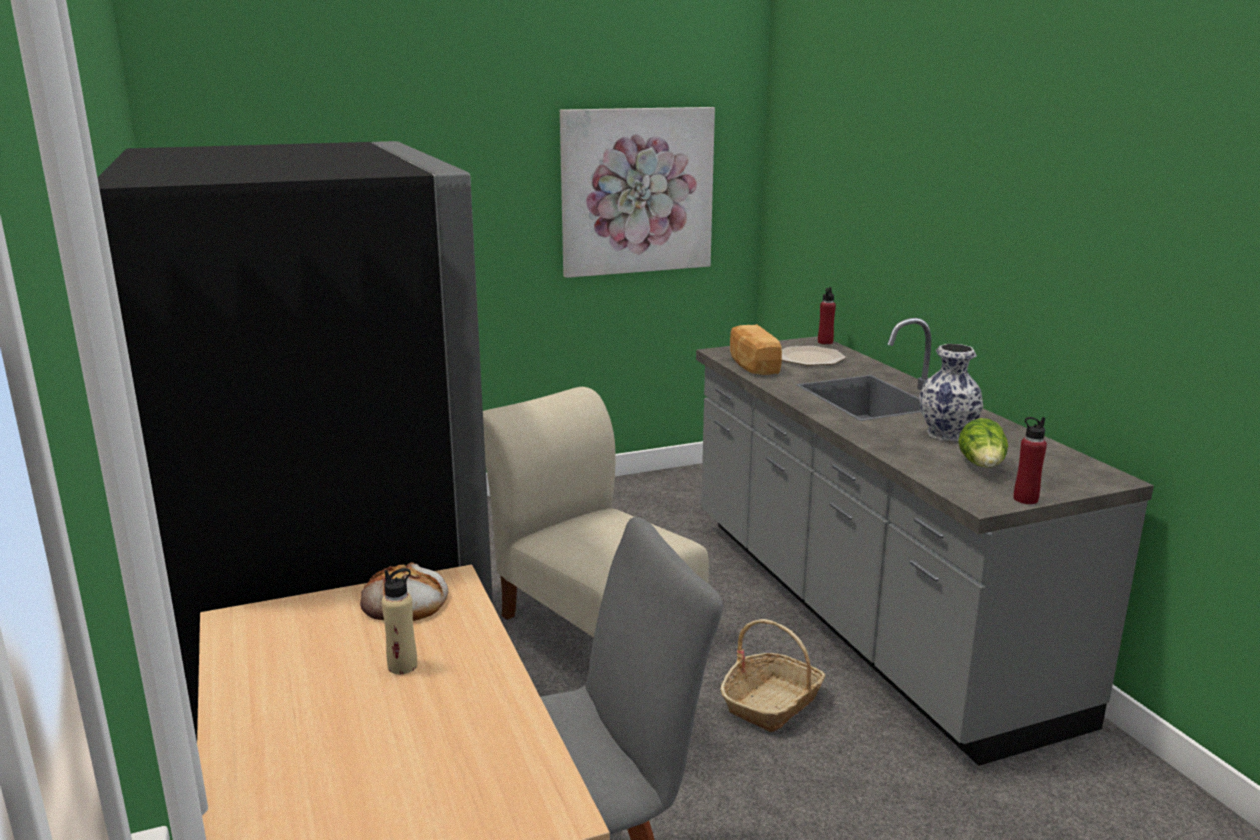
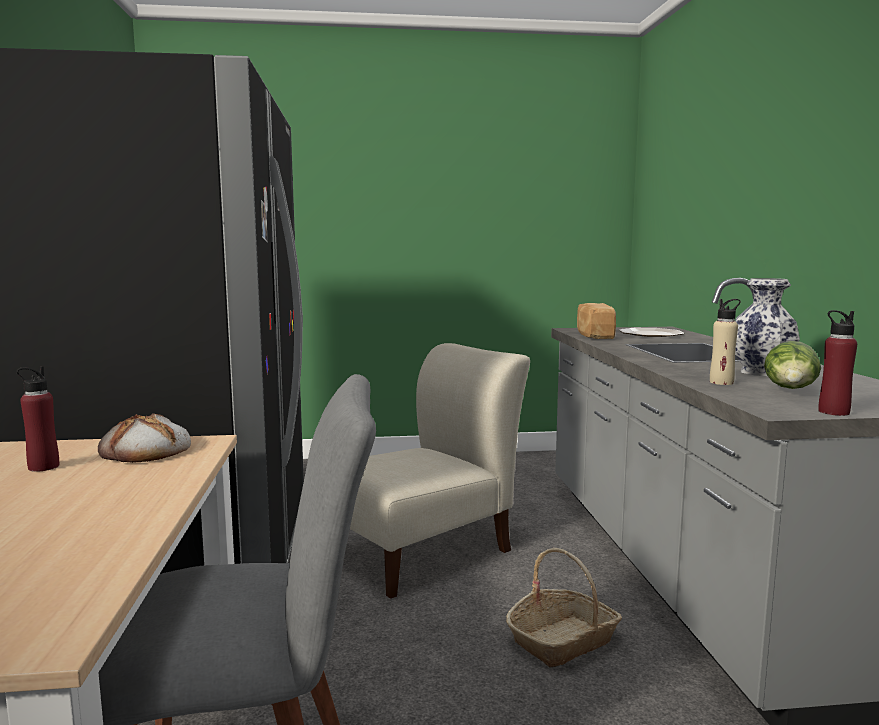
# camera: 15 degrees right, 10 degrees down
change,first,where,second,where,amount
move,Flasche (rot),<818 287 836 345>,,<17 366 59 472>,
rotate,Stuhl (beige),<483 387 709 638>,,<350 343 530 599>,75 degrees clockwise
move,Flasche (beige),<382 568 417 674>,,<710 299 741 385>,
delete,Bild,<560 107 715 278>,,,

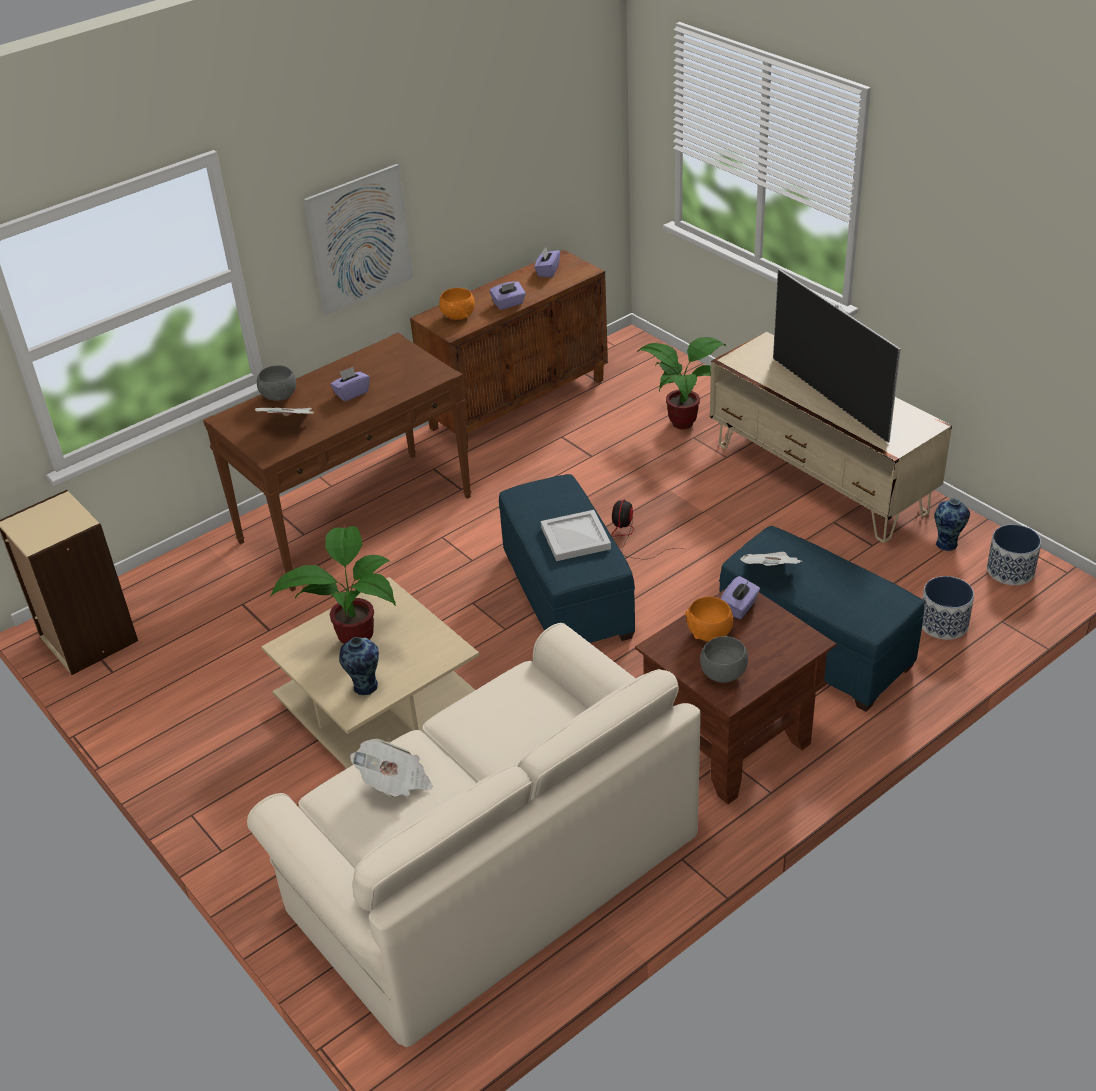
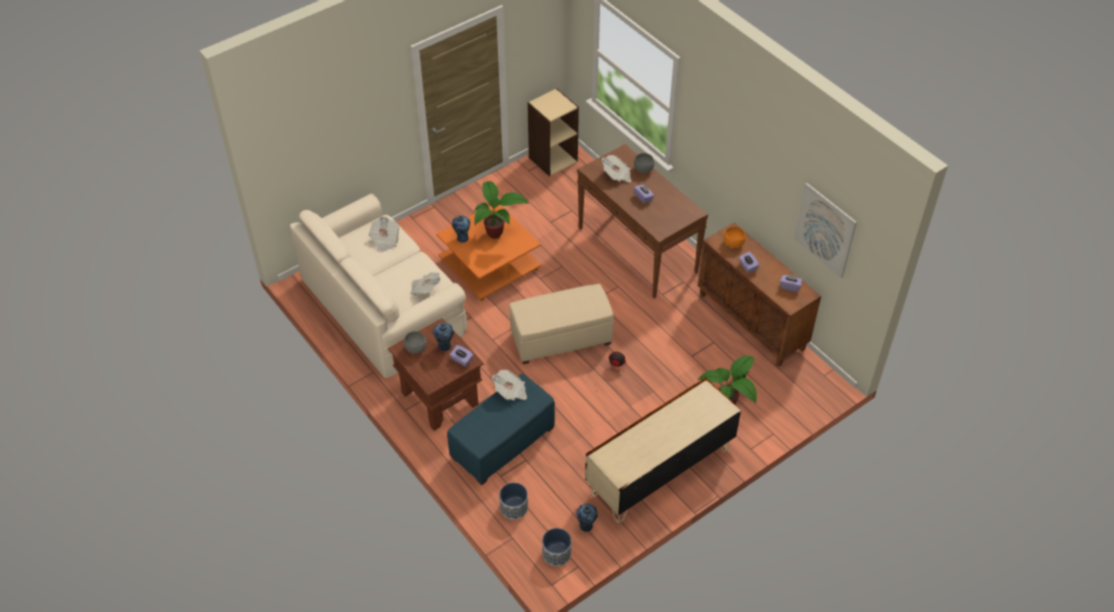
# camera: 90 degrees right, 10 degrees up
change,first,where,second,where,amount
insert,,,Zeitung,<411 272 441 295>,
replace,Schüssel (orange),<685 597 733 642>,Vase,<433 323 454 351>,
recolor,Couchtisch (beige),<261 577 479 769>,Couchtisch (orange),<436 205 541 301>,
recolor,Polsterhocker (blau),<499 474 635 643>,Polsterhocker (beige),<509 284 614 364>,
move,Bild,<304 164 413 315>,,<794 183 857 278>,
delete,Tablett (weiß),<541 510 611 561>,,,
delete,Fernseher,<773 269 901 443>,,,

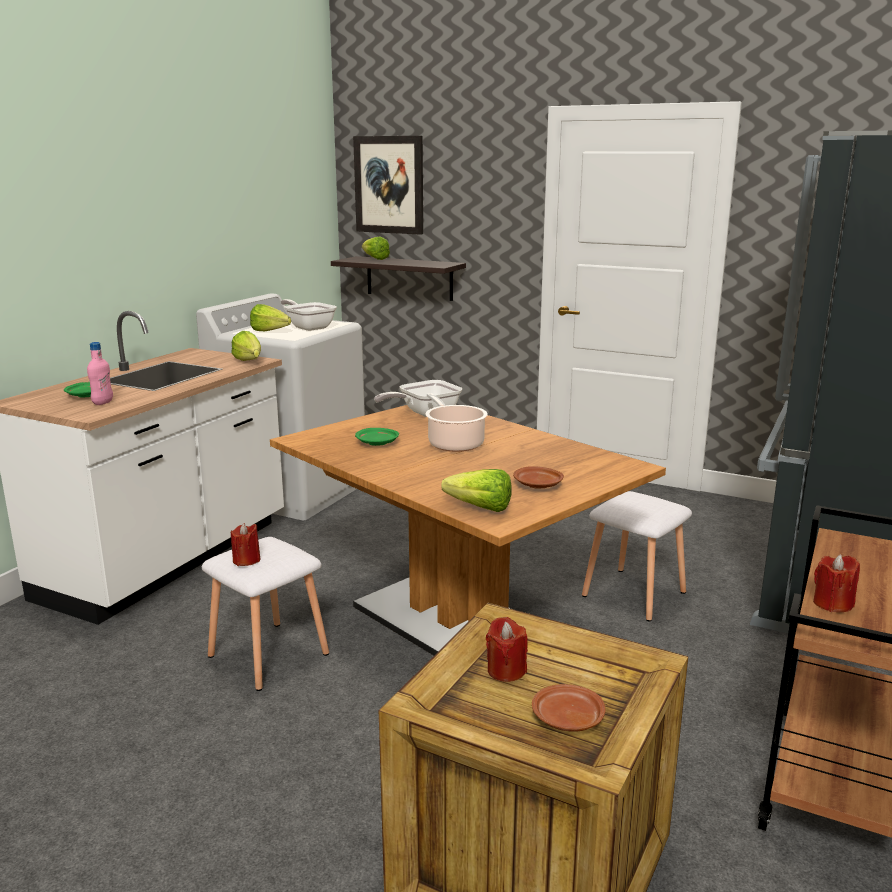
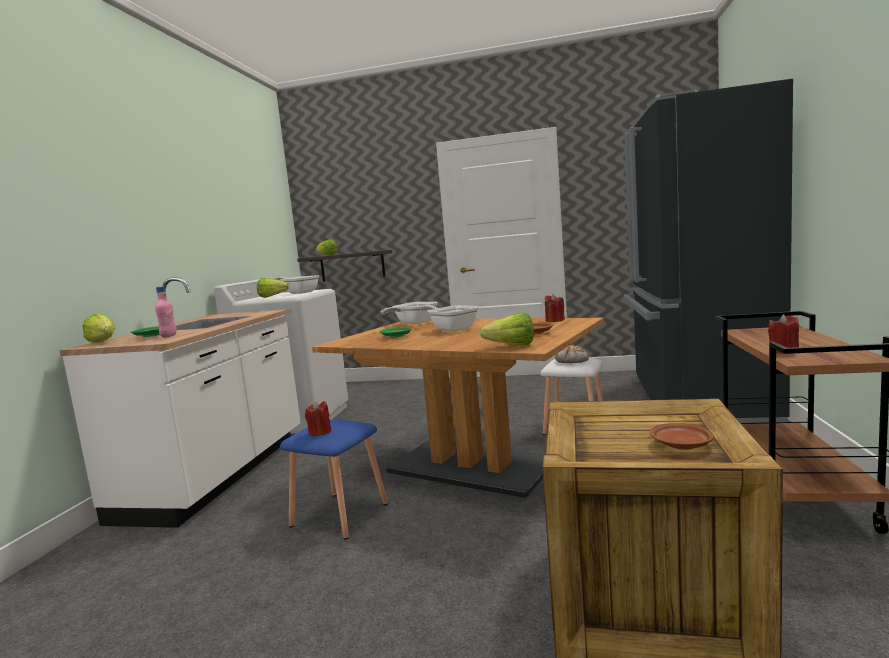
# camera: 15 degrees left, 10 degrees down
change,first,where,second,where,amount
move,Salatkopf,<231 331 261 361>,,<83 314 115 342>,
recolor,Hocker (weiß),<202 537 329 691>,Hocker (blau),<280 420 388 540>,
replace,Kochtopf,<425 393 488 452>,Pfanne,<420 305 479 332>,
move,Kerze (rot),<486 617 528 682>,,<545 294 565 322>,
insert,,,Brot,<555 345 589 363>,
delete,Bild,<353 136 423 235>,,,

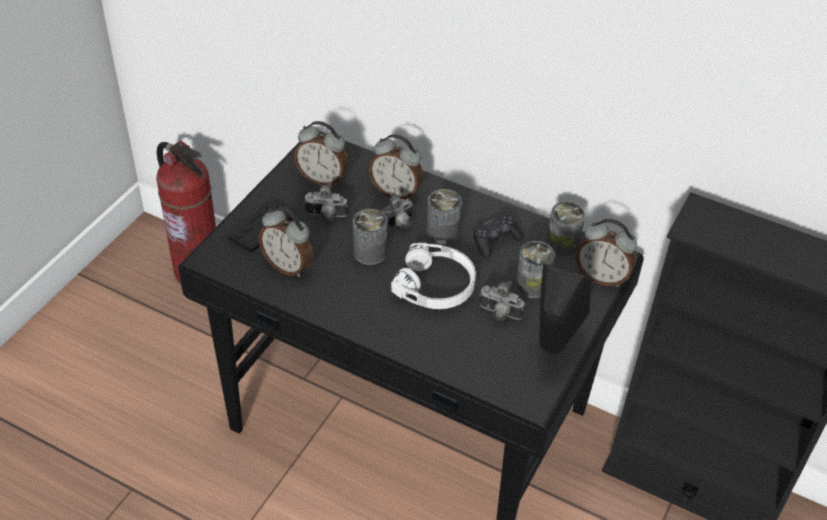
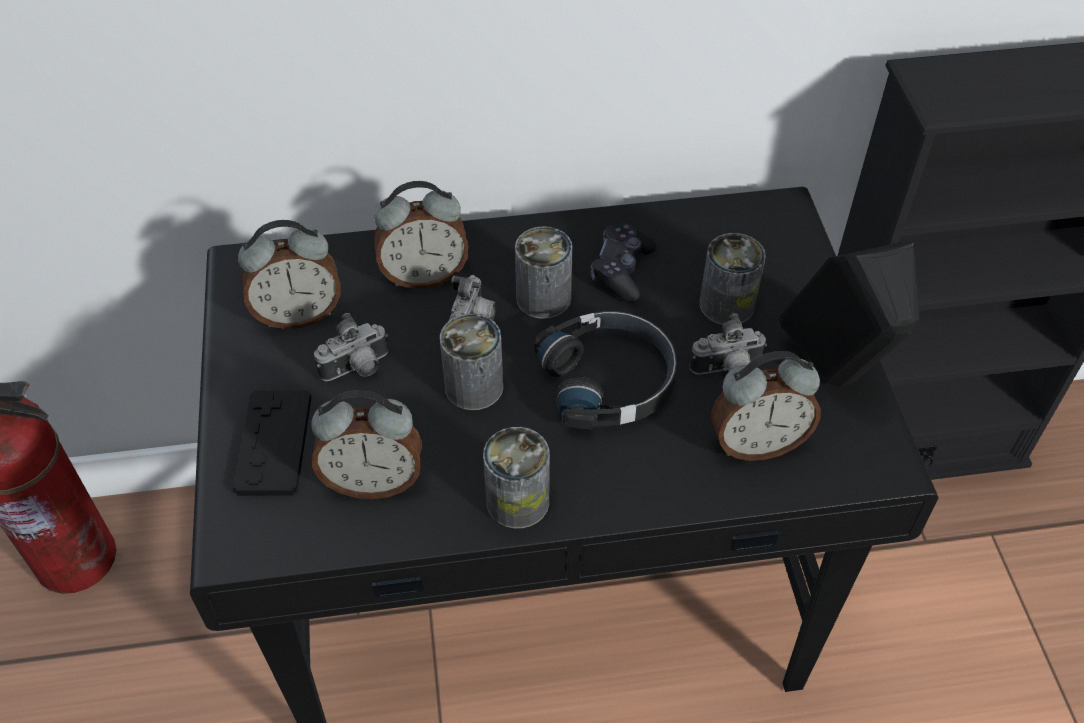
# camera: 35 degrees left, 5 degrees up
change,first,where,second,where,amount
move,Dose,<546 201 585 257>,,<483 427 550 529>,
recolor,Kopfhörer (weiß),<391 243 476 309>,Kopfhörer (schwarz),<535 311 677 429>,
move,Wecker,<576 219 637 287>,,<711 351 821 461>,

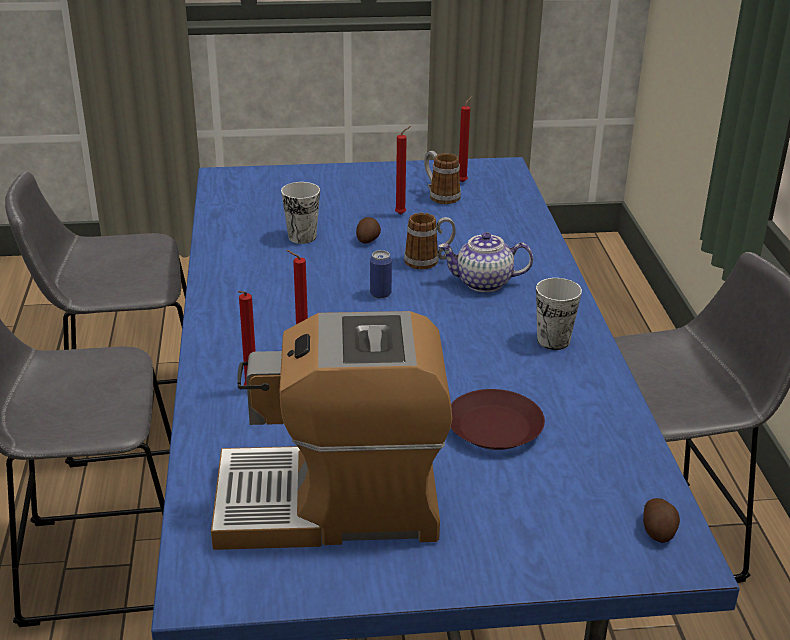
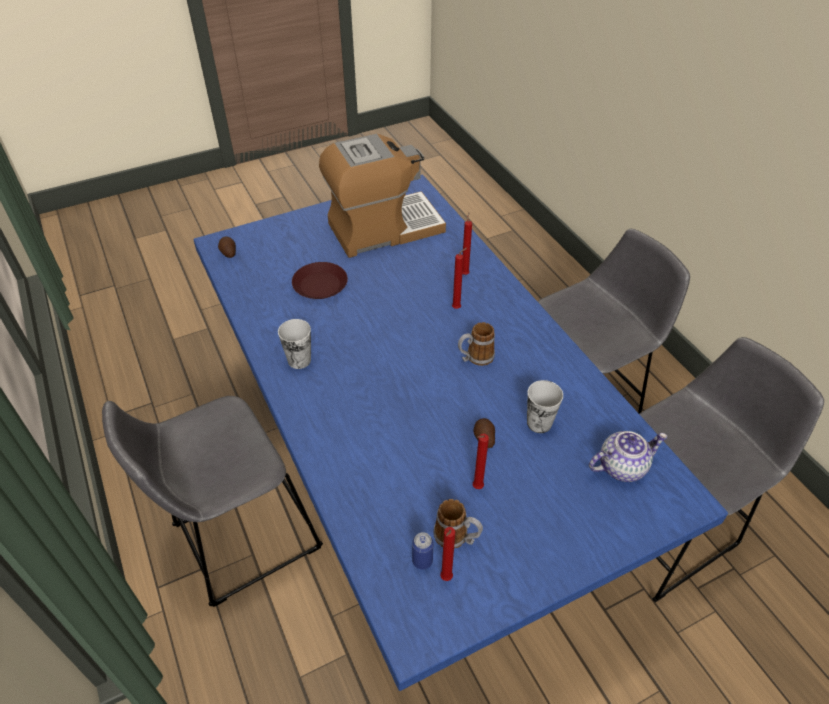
# camera: 160 degrees right, 15 degrees up
change,first,where,second,where,amount
move,Dose,<370 250 392 299>,,<412 532 434 570>,
move,Henkelbecher,<404 213 456 270>,,<458 322 495 366>,
move,Teekanne,<438 232 533 292>,,<589 431 668 482>,

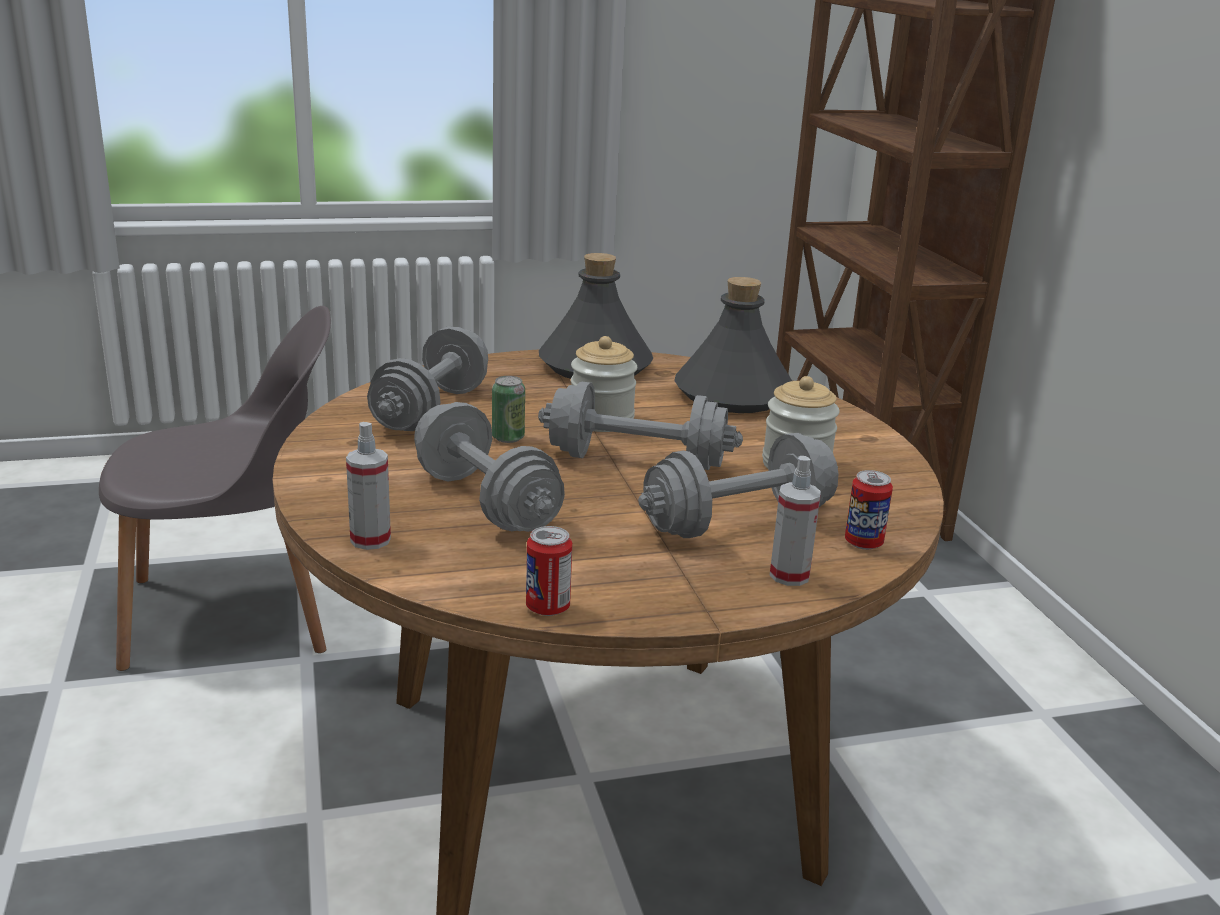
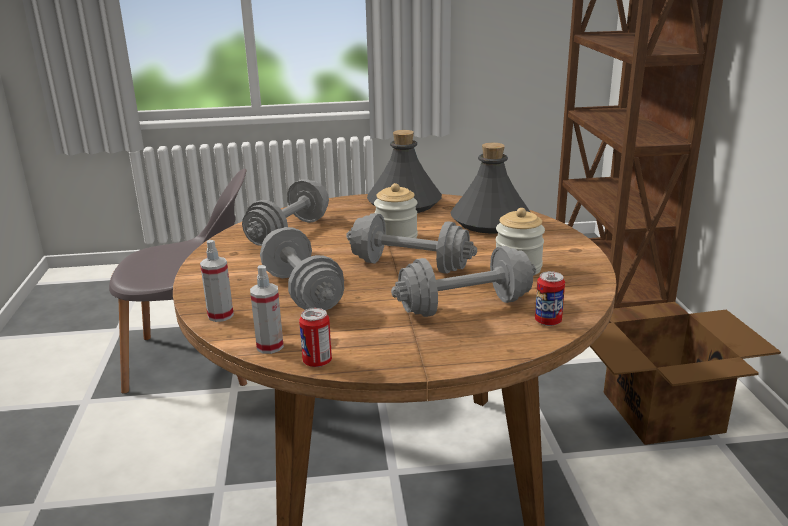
# camera: 10 degrees right, 0 degrees up
change,first,where,second,where,amount
move,Sprühflasche,<769 456 821 586>,,<250 265 284 354>,
insert,,,Karton,<590 302 781 445>,
delete,Dose,<492 376 525 443>,,,

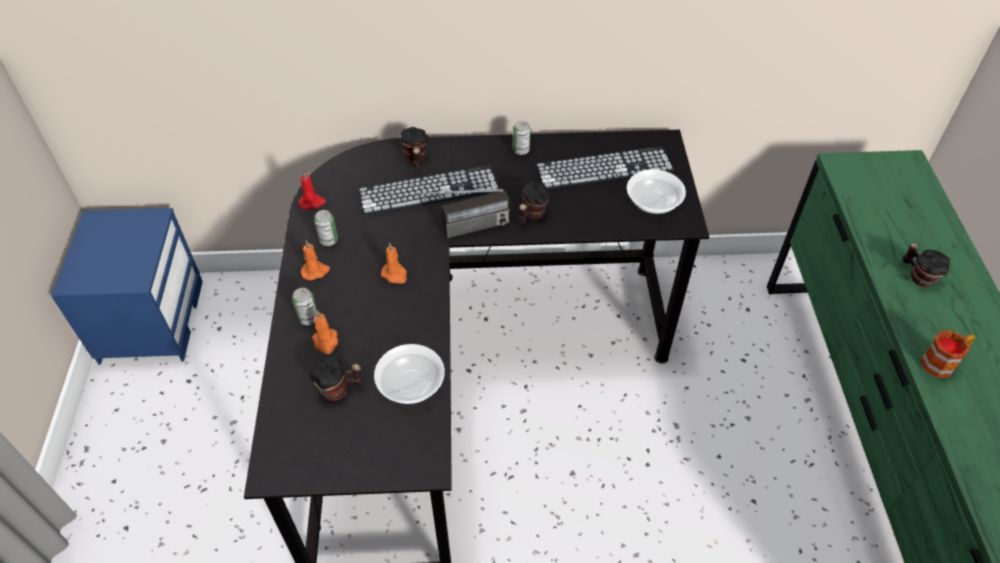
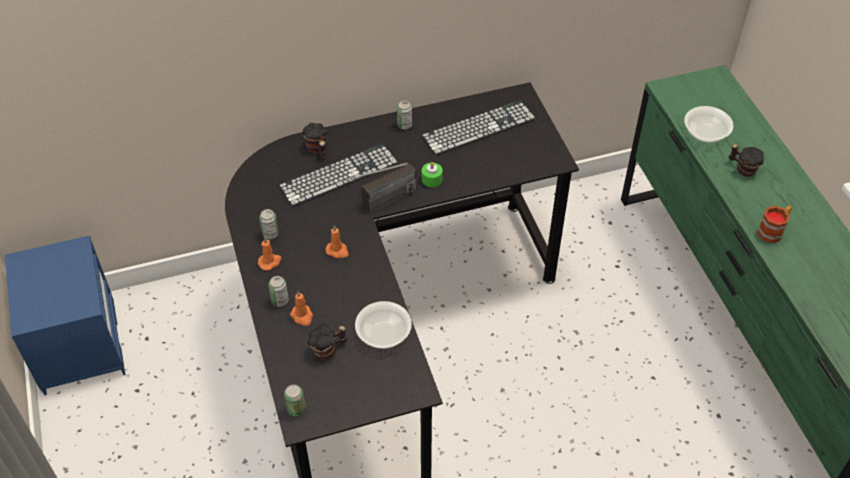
# camera: 15 degrees left, 0 degrees up
change,first,where,second,where,amount
insert,,,Dose,<284 384 306 416>,
replace,Henkelbecher,<519 182 551 224>,Kerze (grün),<422 162 443 187>,
move,Schüssel,<627 169 686 214>,,<684 106 733 143>,
delete,Kerze (rot),<298 171 326 210>,,,

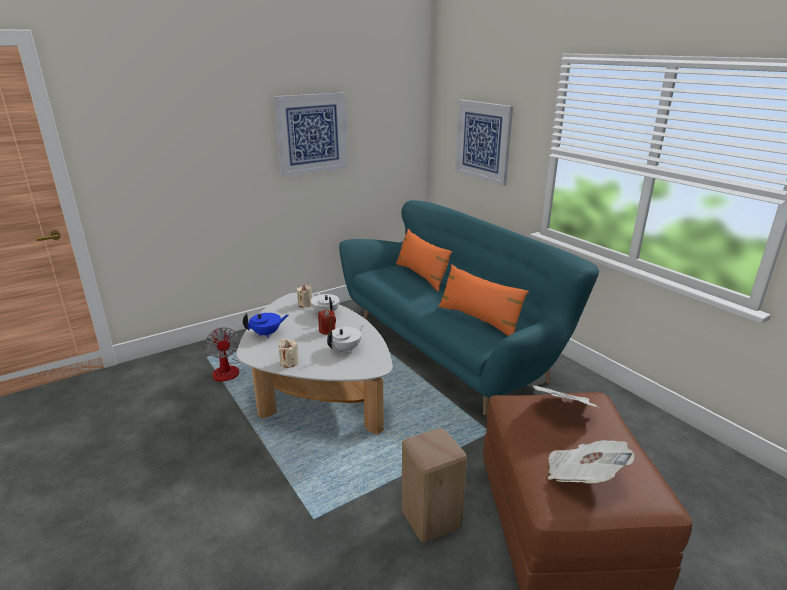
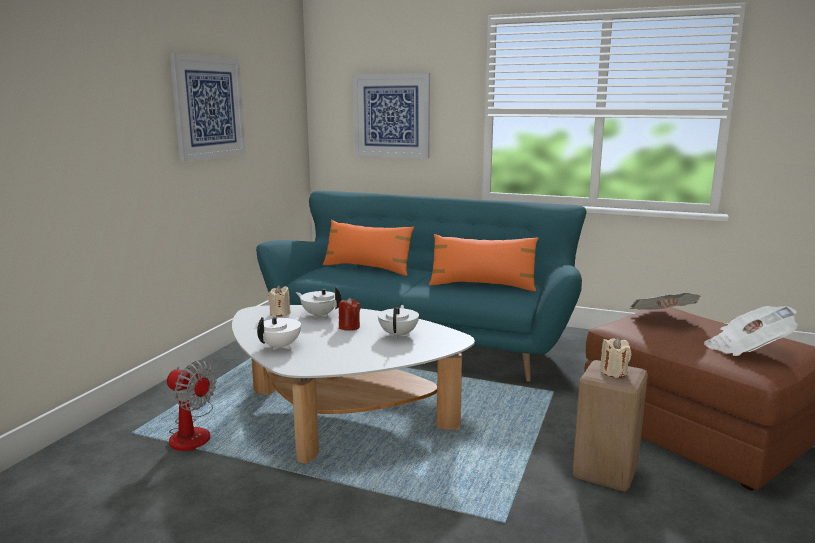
# camera: 35 degrees left, 10 degrees down
change,first,where,second,where,amount
recolor,Teekanne (blau),<243 313 288 338>,Teekanne (weiß),<257 316 301 350>,
move,Kerze (beige),<278 339 299 368>,,<600 338 631 378>,

